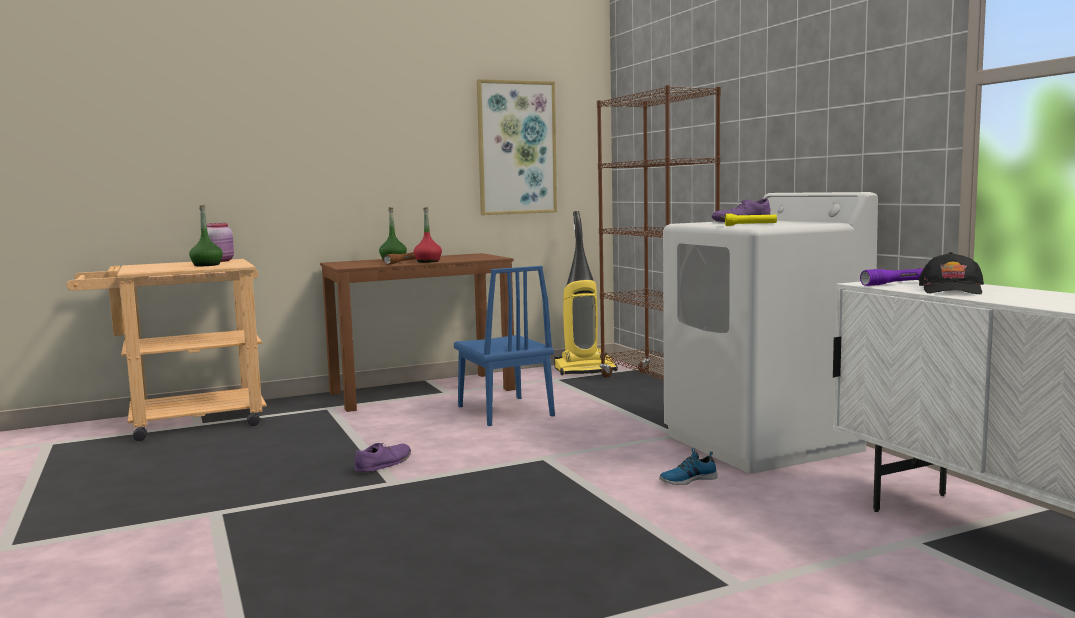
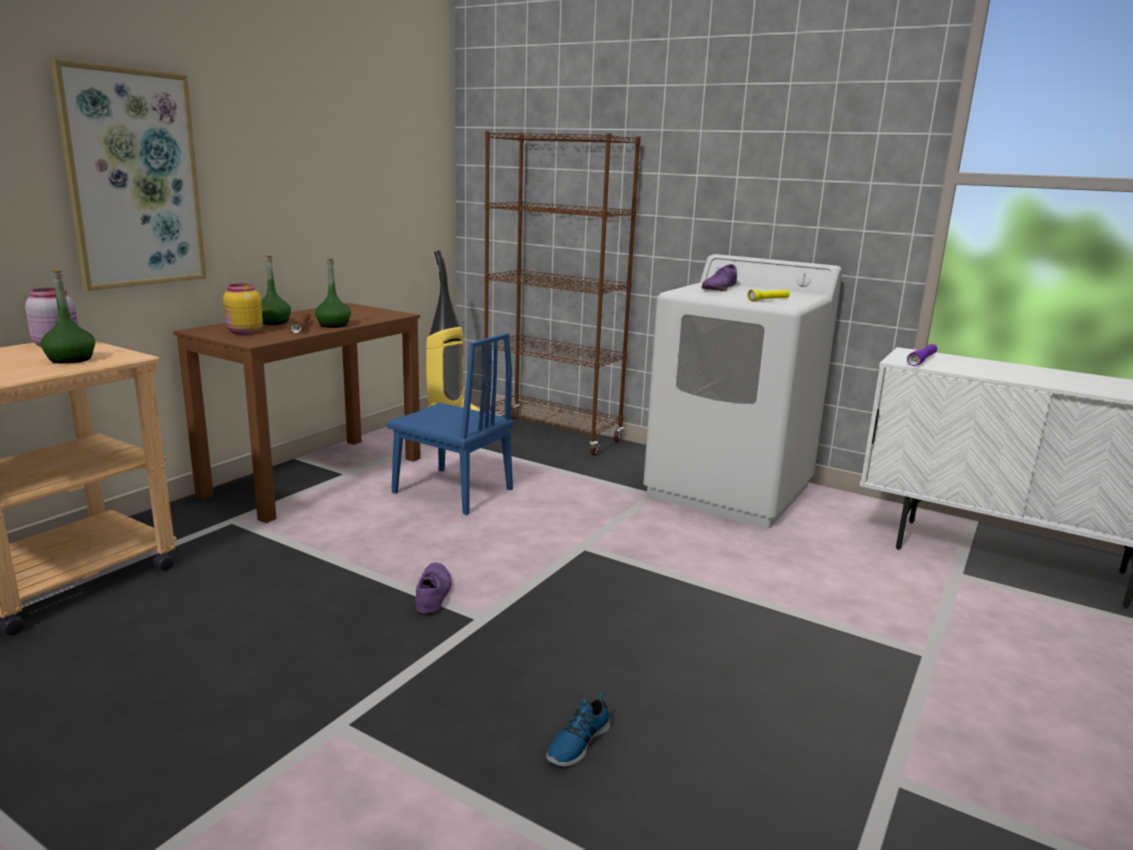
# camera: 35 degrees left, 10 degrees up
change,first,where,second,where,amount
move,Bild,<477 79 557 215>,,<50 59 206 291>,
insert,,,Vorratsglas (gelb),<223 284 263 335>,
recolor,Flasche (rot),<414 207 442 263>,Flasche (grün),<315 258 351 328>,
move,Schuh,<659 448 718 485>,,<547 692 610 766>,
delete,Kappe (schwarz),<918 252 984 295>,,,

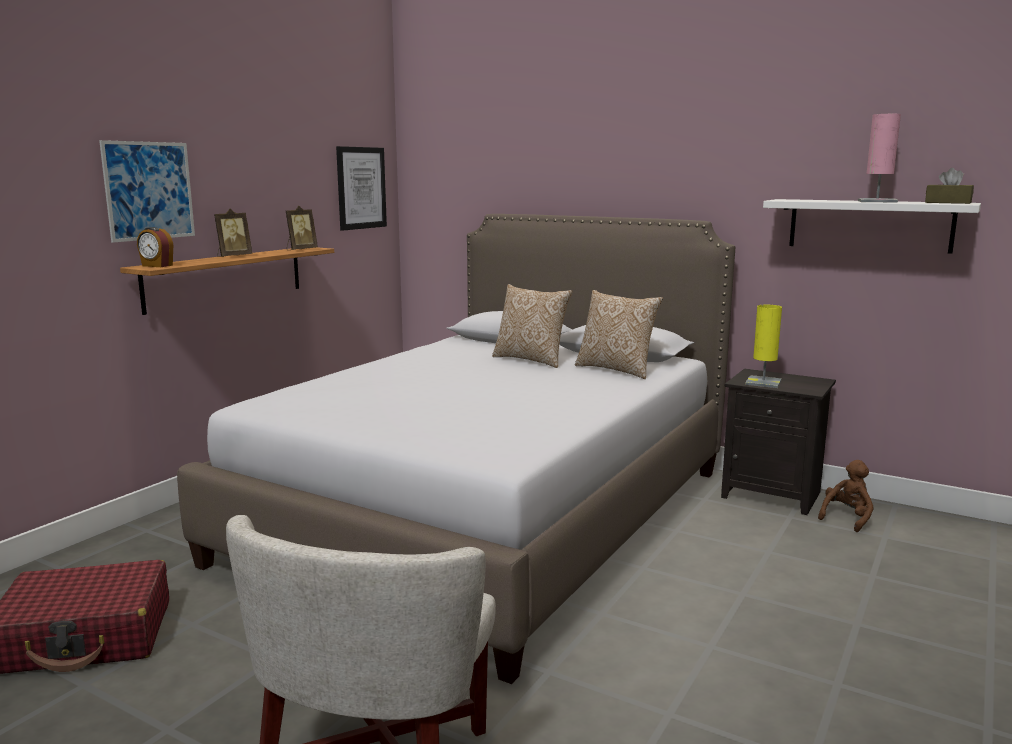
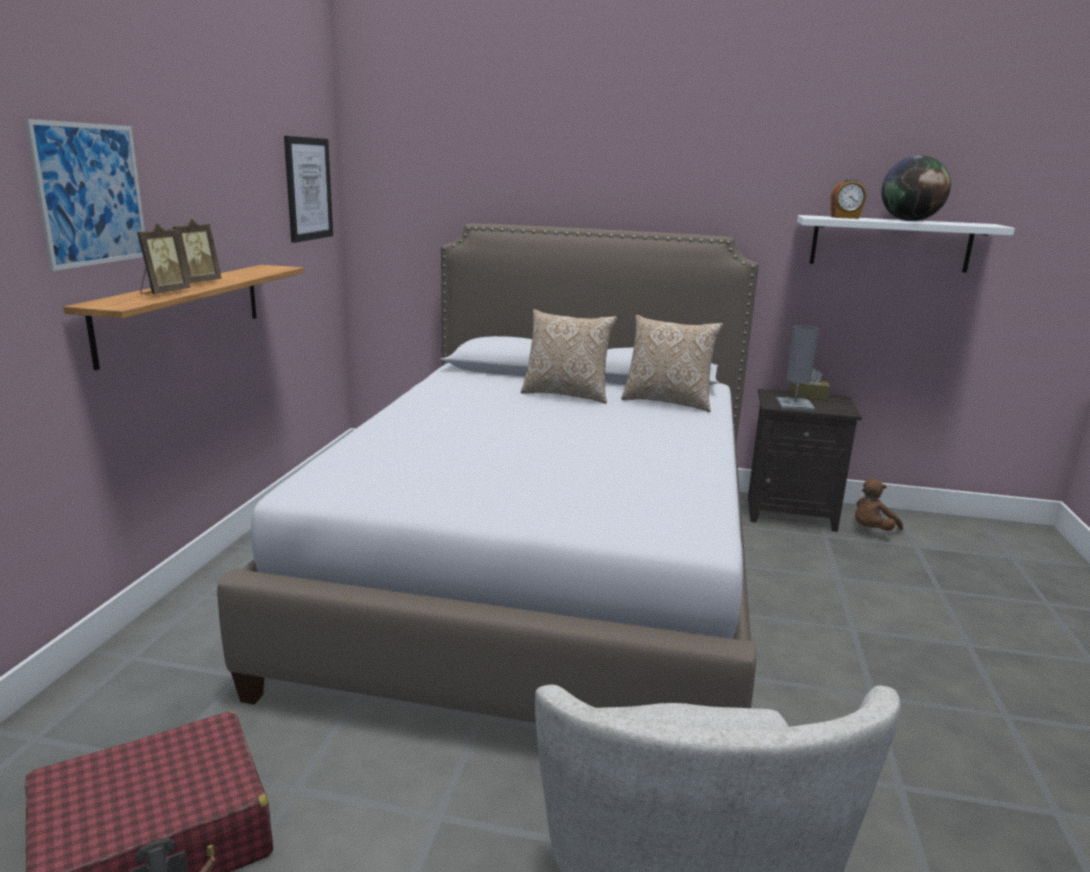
# camera: 20 degrees left, 5 degrees up
change,first,where,second,where,amount
move,Bilderrahmen,<286 206 318 250>,,<137 223 190 294>,
recolor,Tischlampe (gelb),<745 305 782 388>,Tischlampe (grau),<776 325 819 410>,
move,Taschentuchbox (braun),<925 168 974 204>,,<791 368 830 401>,
move,Wecker,<137 227 173 267>,,<831 179 866 219>,
rotate,Plüschtier (braun),<818 460 874 532>,,<855 479 903 531>,150 degrees counterclockwise
replace,Tischlampe (rosa),<858 114 901 203>,Globus,<881 155 951 221>,

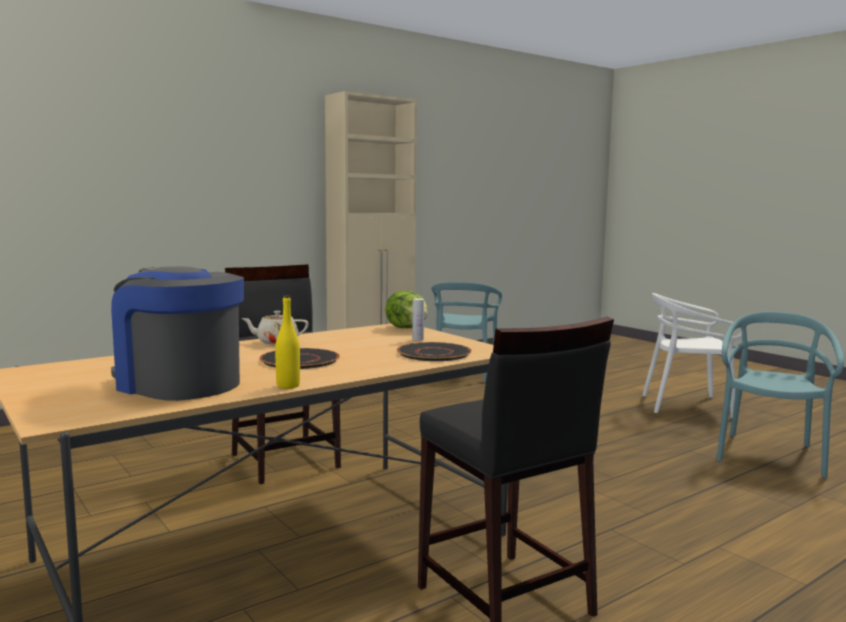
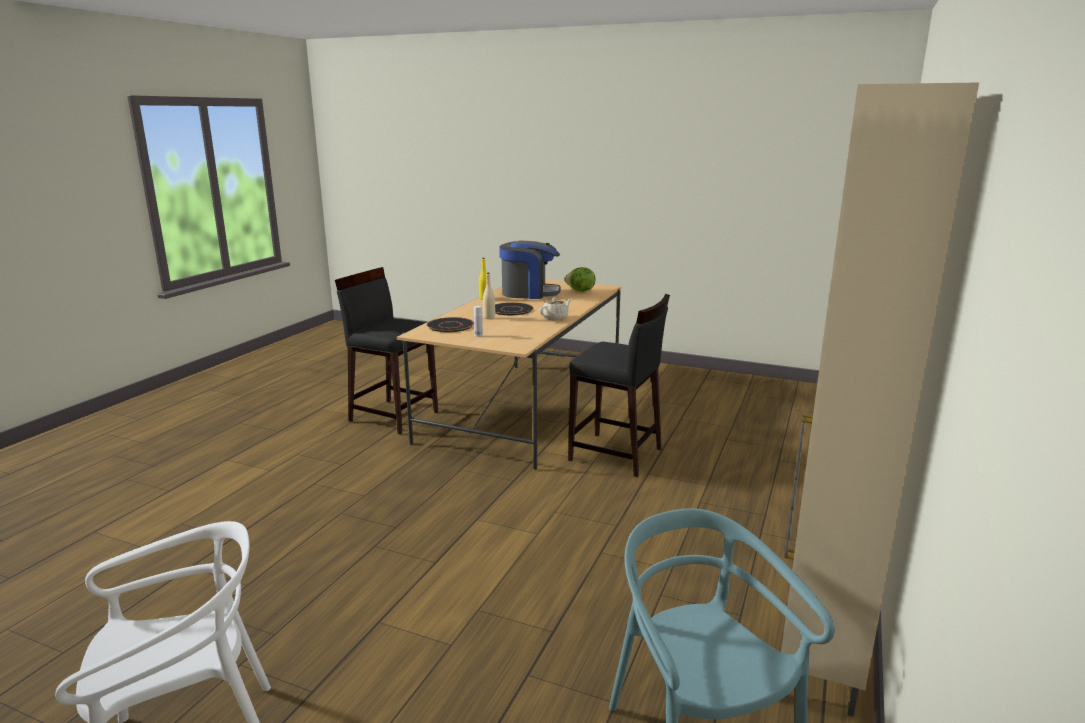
# camera: 150 degrees right, 10 degrees up
change,first,where,second,where,amount
insert,,,Flasche (beige),<483 273 495 319>,
move,Salatkopf,<385 291 428 328>,,<565 267 595 292>,
delete,Stuhl (türkis),<716 312 844 478>,,,

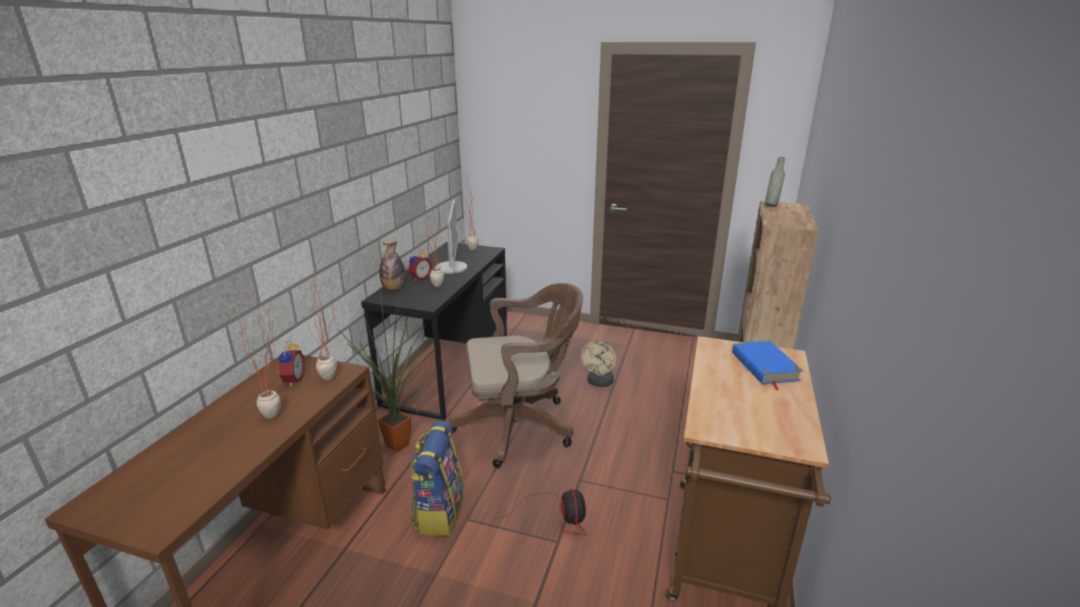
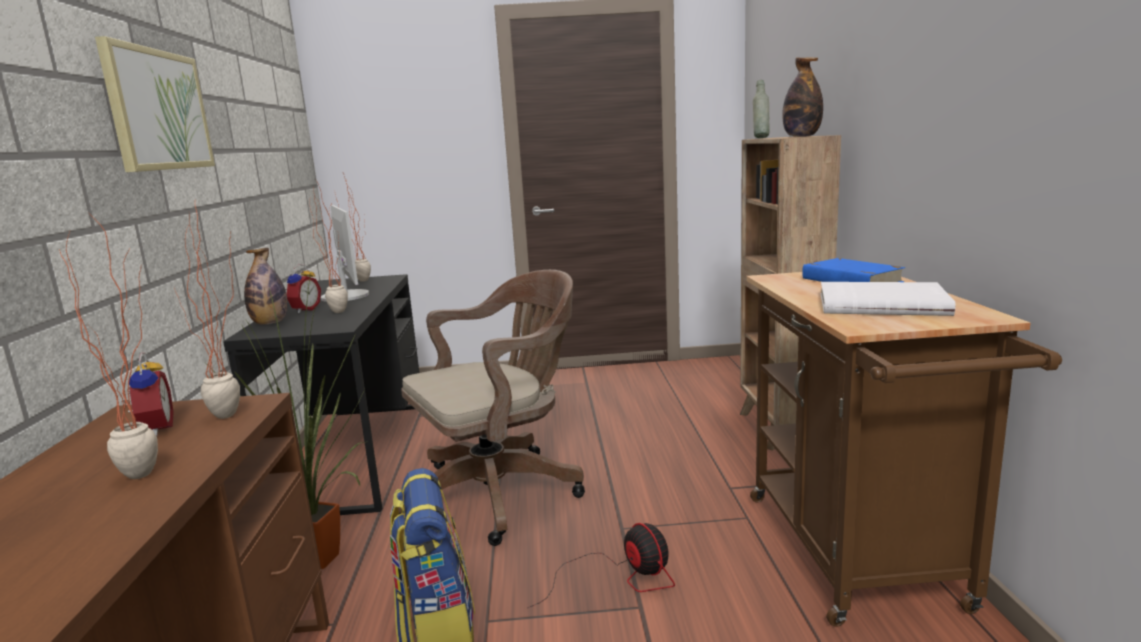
# camera: 20 degrees left, 10 degrees down
change,first,where,second,where,amount
insert,,,Bild,<95 36 215 172>,
insert,,,Flasche,<782 57 823 137>,
insert,,,Buch (weiß),<820 282 956 316>,
delete,Ventilator (beige),<581 341 616 387>,,,

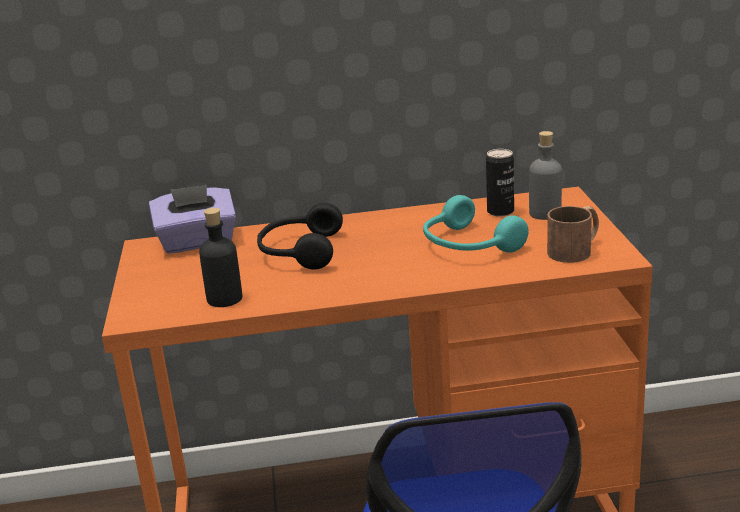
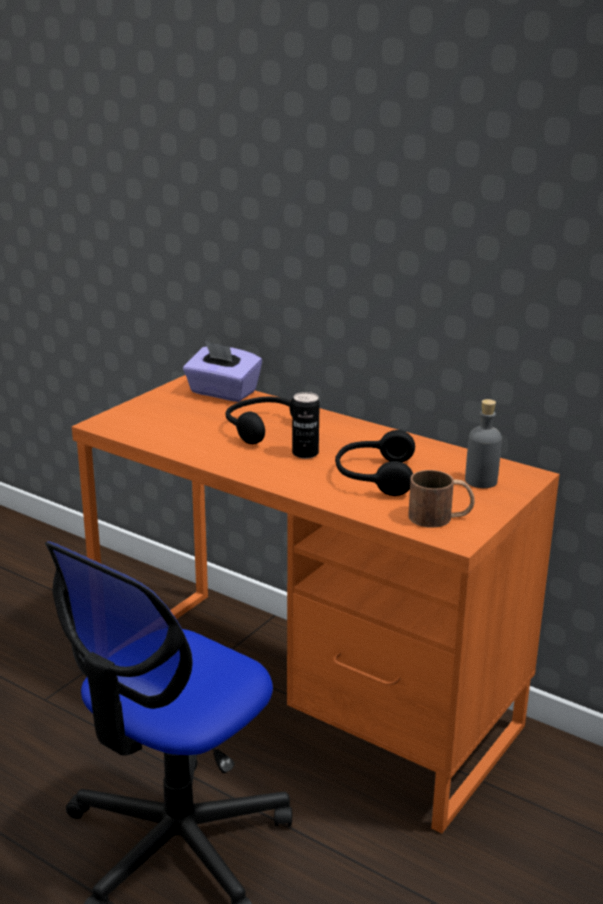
# camera: 40 degrees right, 0 degrees up
change,first,where,second,where,amount
move,Dose,<486 149 514 217>,,<292 392 320 459>,
recolor,Kopfhörer (türkis),<423 195 529 253>,Kopfhörer (schwarz),<335 430 415 496>,
delete,Flasche (schwarz),<199 208 242 307>,,,

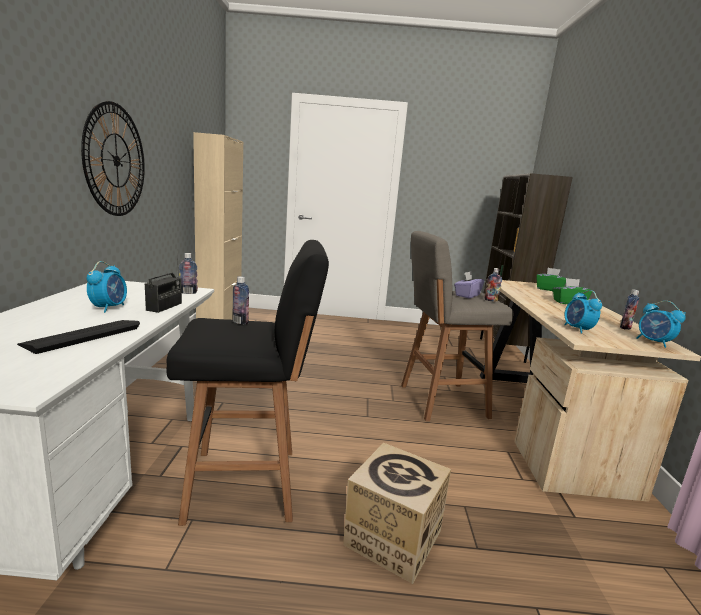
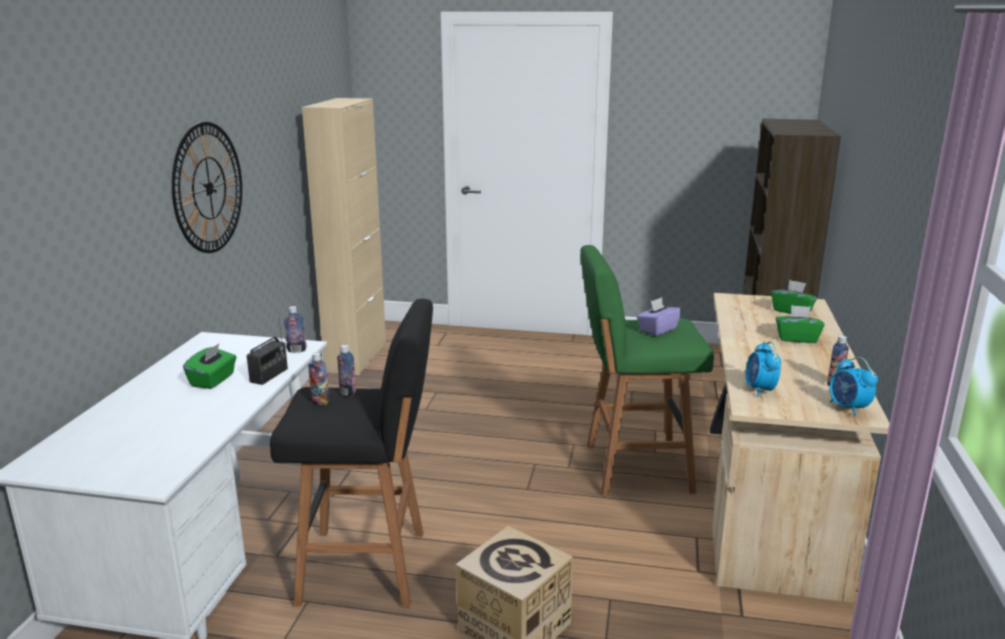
# camera: 10 degrees right, 5 degrees up
change,first,where,second,where,amount
replace,Wecker,<87 261 127 313>,Taschentuchbox (grün),<183 343 237 389>,
move,Flasche,<484 268 502 302>,,<308 352 329 405>,
recolor,Hocker (grau),<401 231 514 421>,Hocker (grün),<580 245 714 496>,
delete,Tastatur,<17 320 140 354>,,,

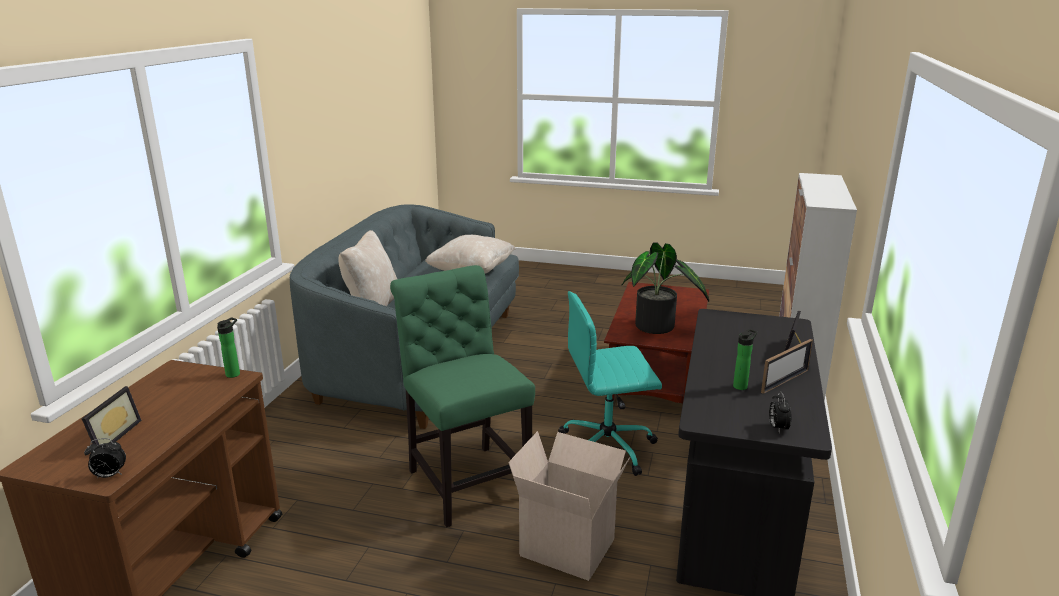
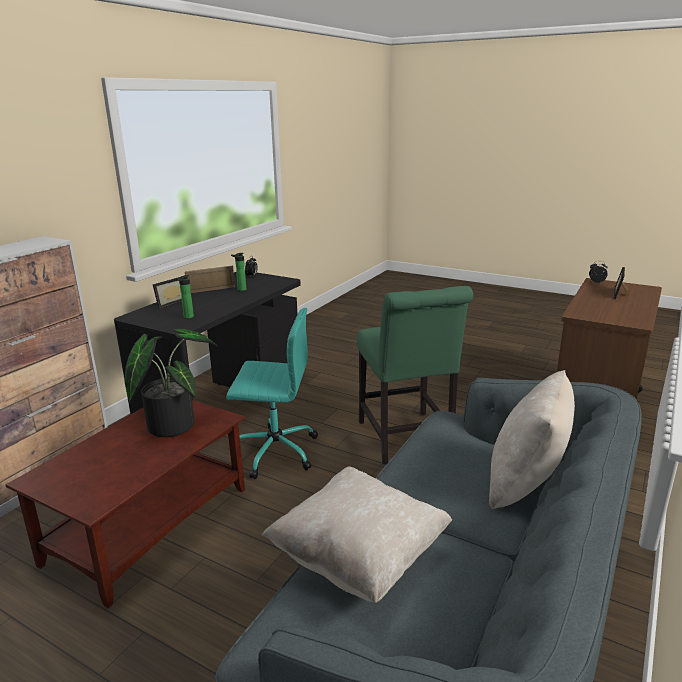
# camera: 165 degrees left, 0 degrees up
change,first,where,second,where,amount
move,Flasche,<217 317 240 378>,,<175 275 194 319>,
delete,Karton,<508 431 630 581>,,,

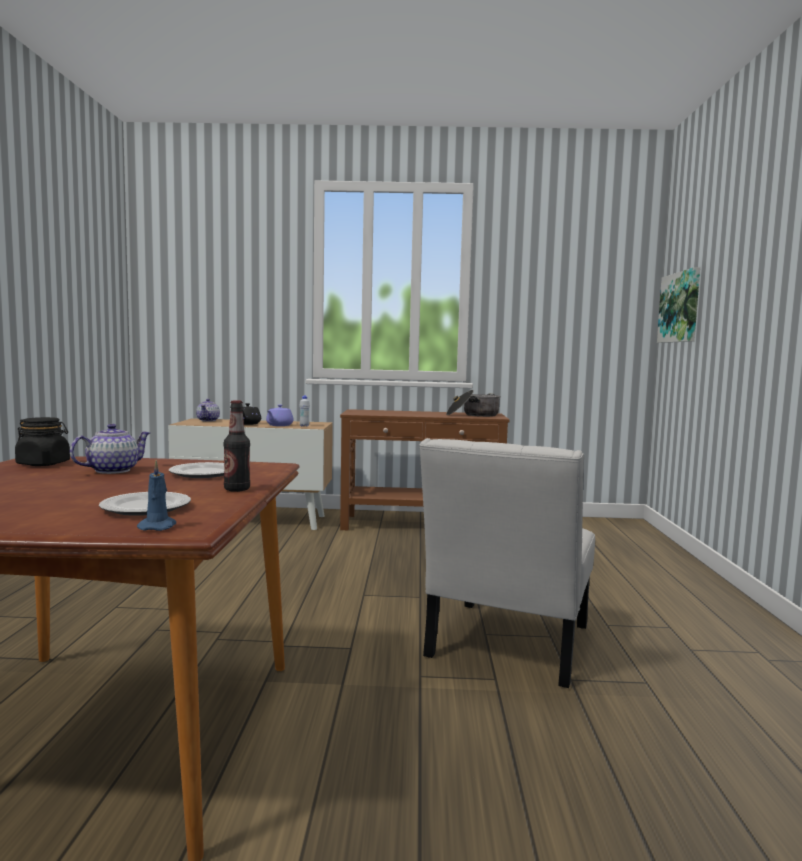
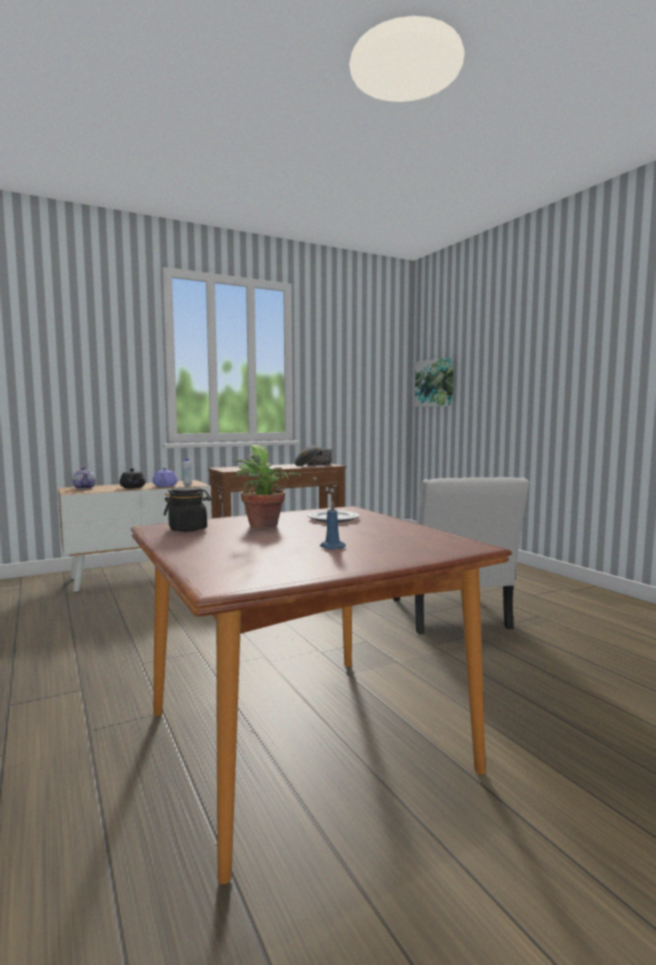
# camera: 30 degrees left, 0 degrees up
change,first,where,second,where,amount
replace,Teekanne,<70 424 151 474>,Topfpflanze,<233 445 301 528>,
move,Kerze (blau),<137 460 176 531>,,<320 500 346 550>,
delete,Teller,<99 492 191 516>,,,
delete,Flasche,<223 400 250 492>,,,

